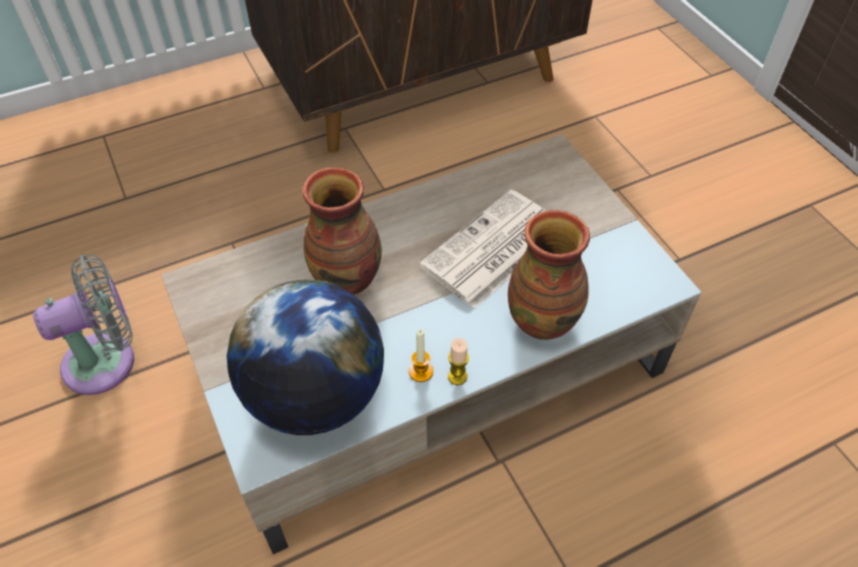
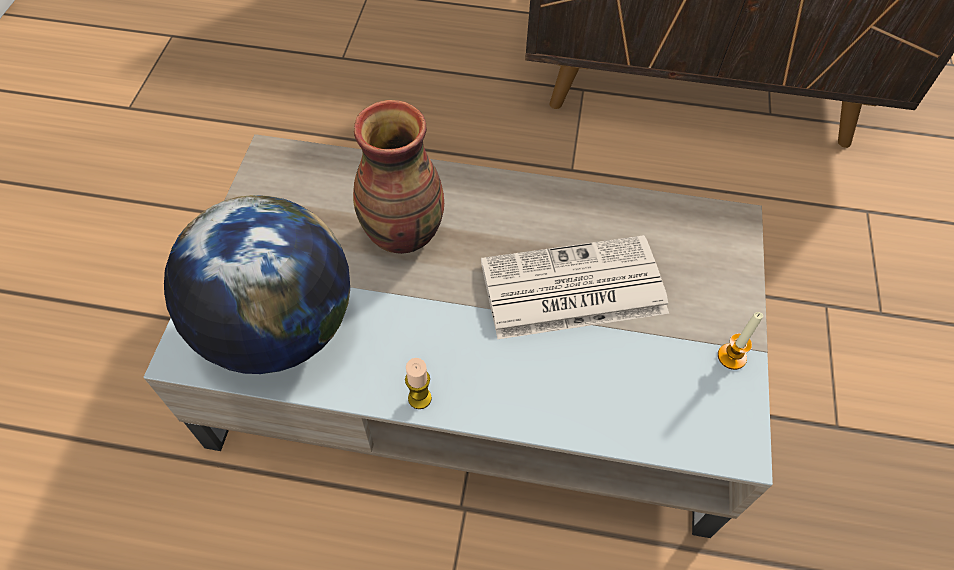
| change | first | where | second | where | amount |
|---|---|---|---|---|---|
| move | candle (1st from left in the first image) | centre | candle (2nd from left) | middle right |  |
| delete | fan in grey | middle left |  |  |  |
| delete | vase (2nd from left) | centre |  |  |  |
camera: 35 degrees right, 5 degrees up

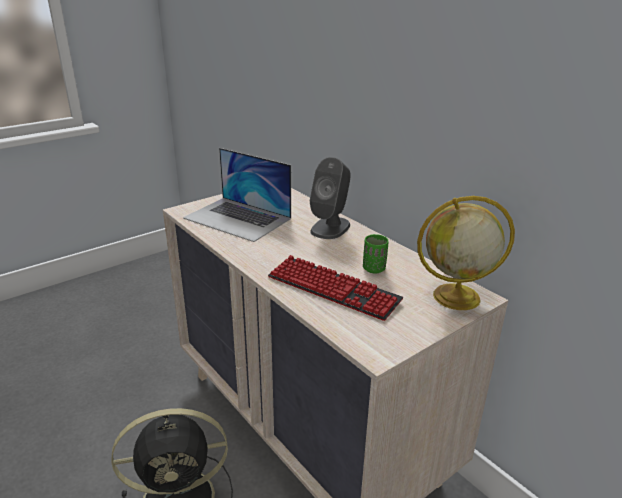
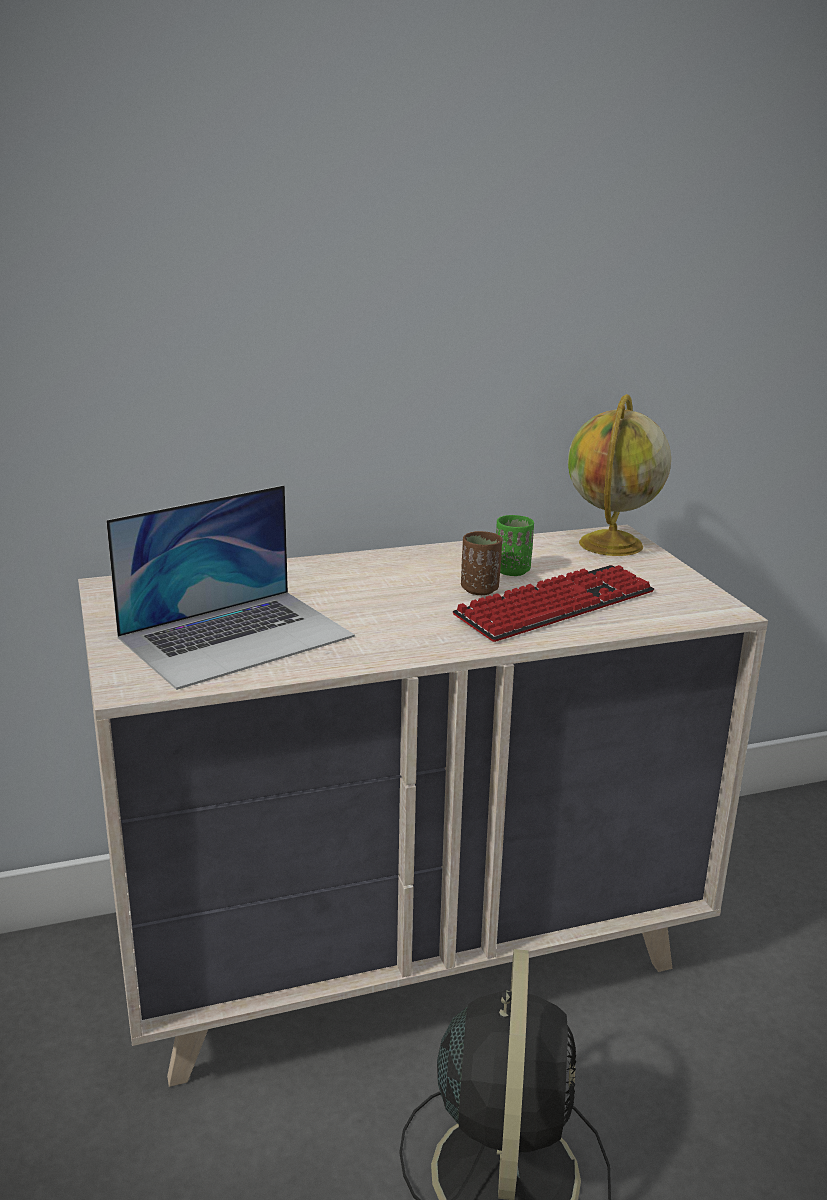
| change | first | where | second | where | amount |
|---|---|---|---|---|---|
| insert |  |  | cup in brown | centre |  |
| delete | speaker in grey | centre |  |  |  |
camera: 70 degrees left, 5 degrees down

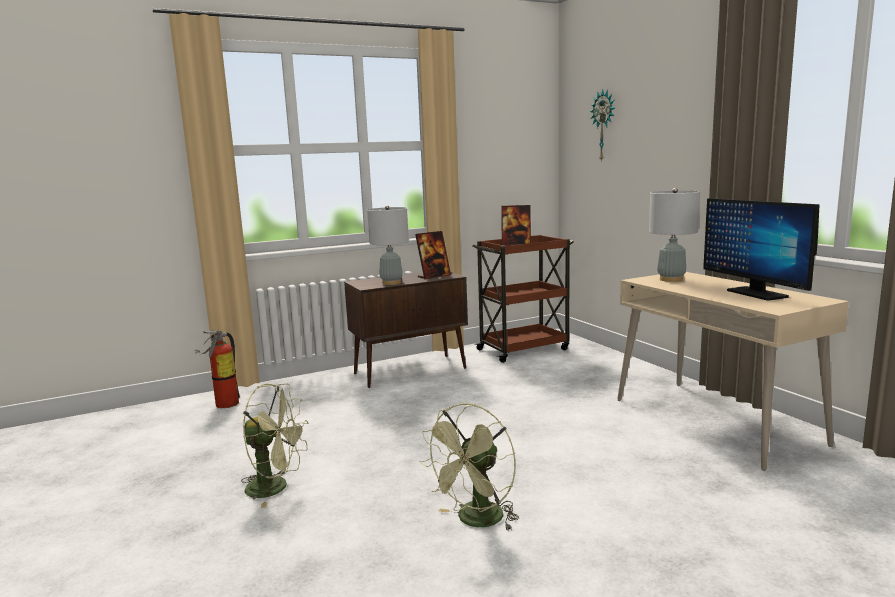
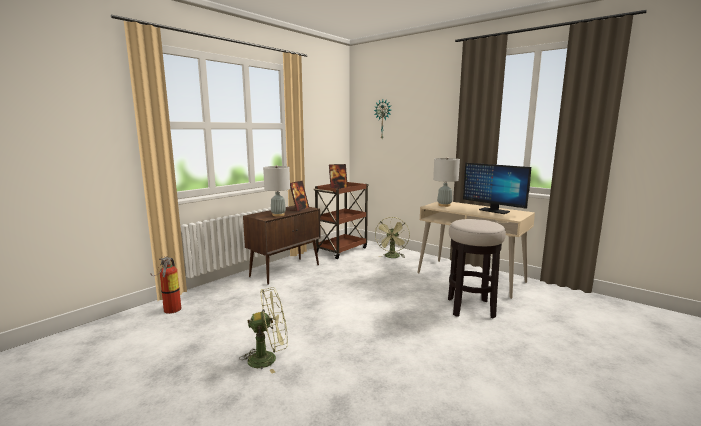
| change | first | where | second | where | amount |
|---|---|---|---|---|---|
| move | fan in green (2nd from left) | bottom centre |  | centre |  |
| insert |  |  | stool | middle right |  |
camera: 25 degrees left, 0 degrees up

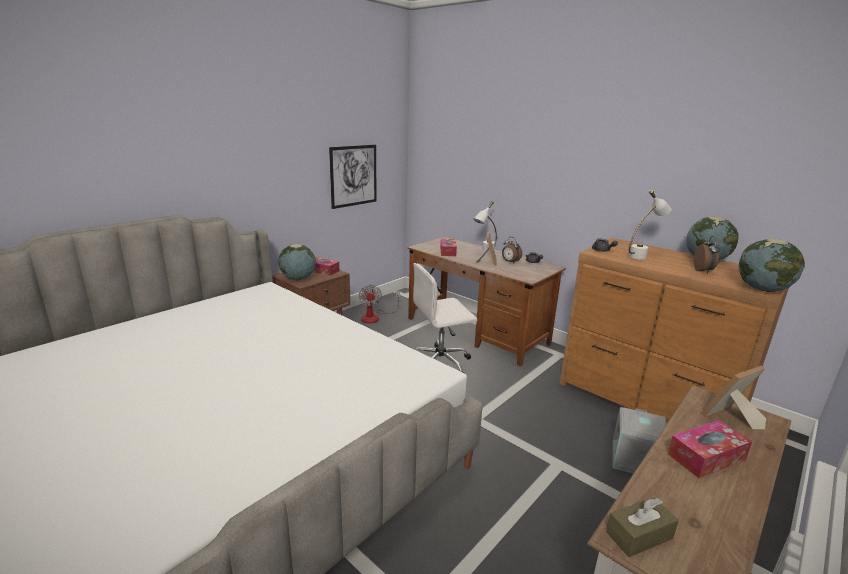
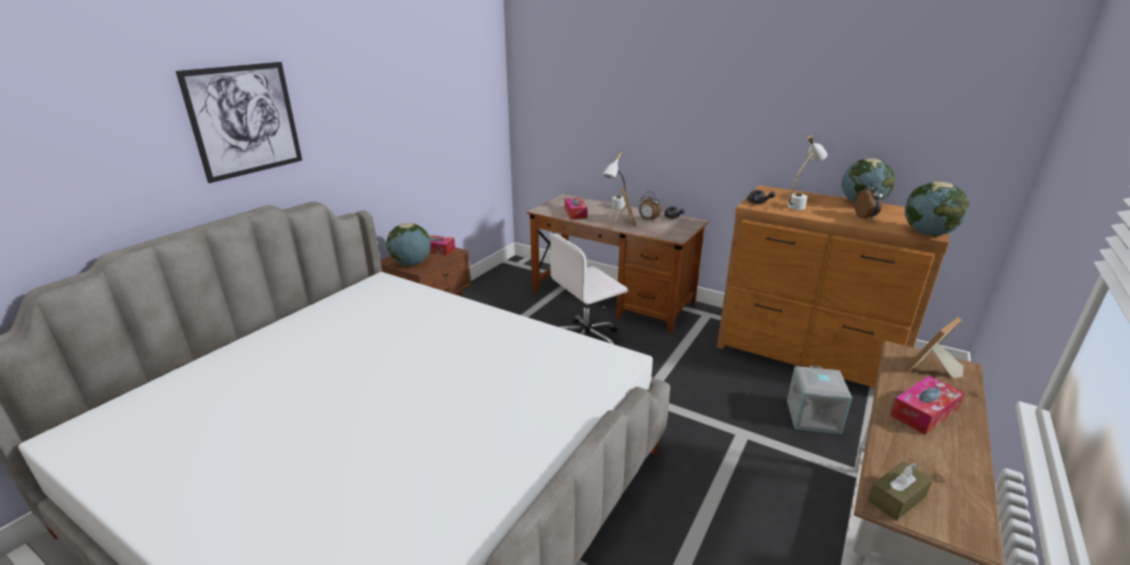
| change | first | where | second | where | amount |
|---|---|---|---|---|---|
| move | picture | top centre |  | top left |  |
| delete | fan | centre |  |  |  |
camera: 10 degrees left, 5 degrees up

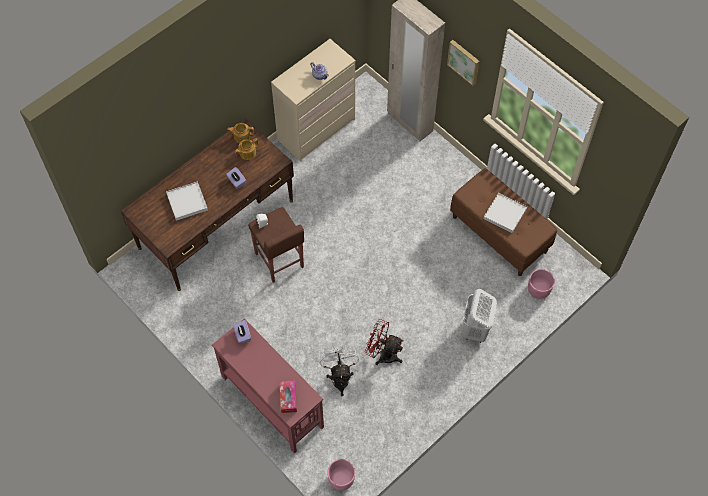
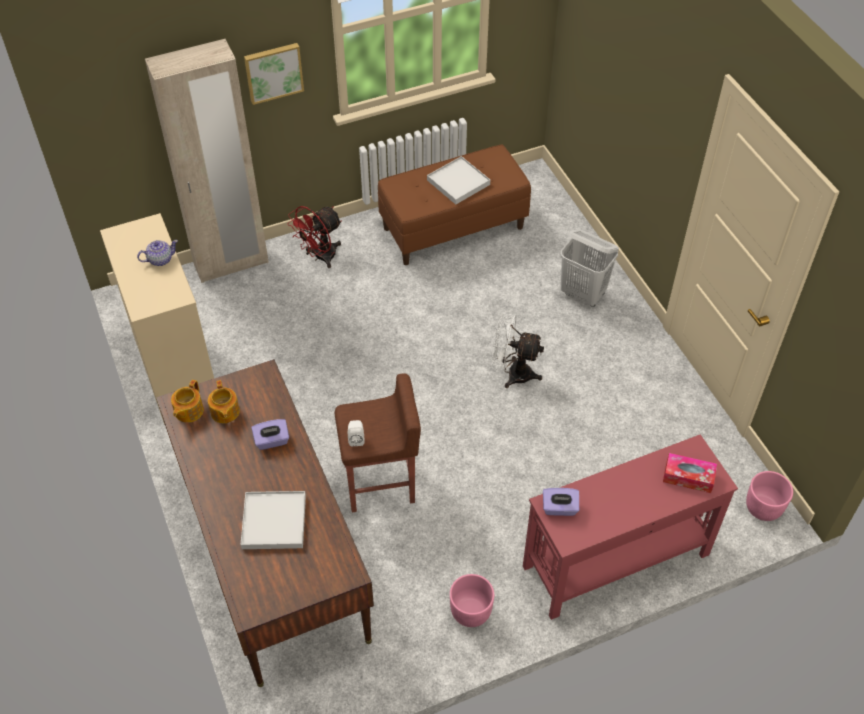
| change | first | where | second | where | amount |
|---|---|---|---|---|---|
| move | fan in red | bottom centre |  | top centre |  |
| move | planter in pink (2nd from left in the first image) | middle right | planter in pink (1st from left) | bottom centre |  |
| move | fan in white | bottom centre |  | centre |  |
camera: 70 degrees left, 10 degrees down

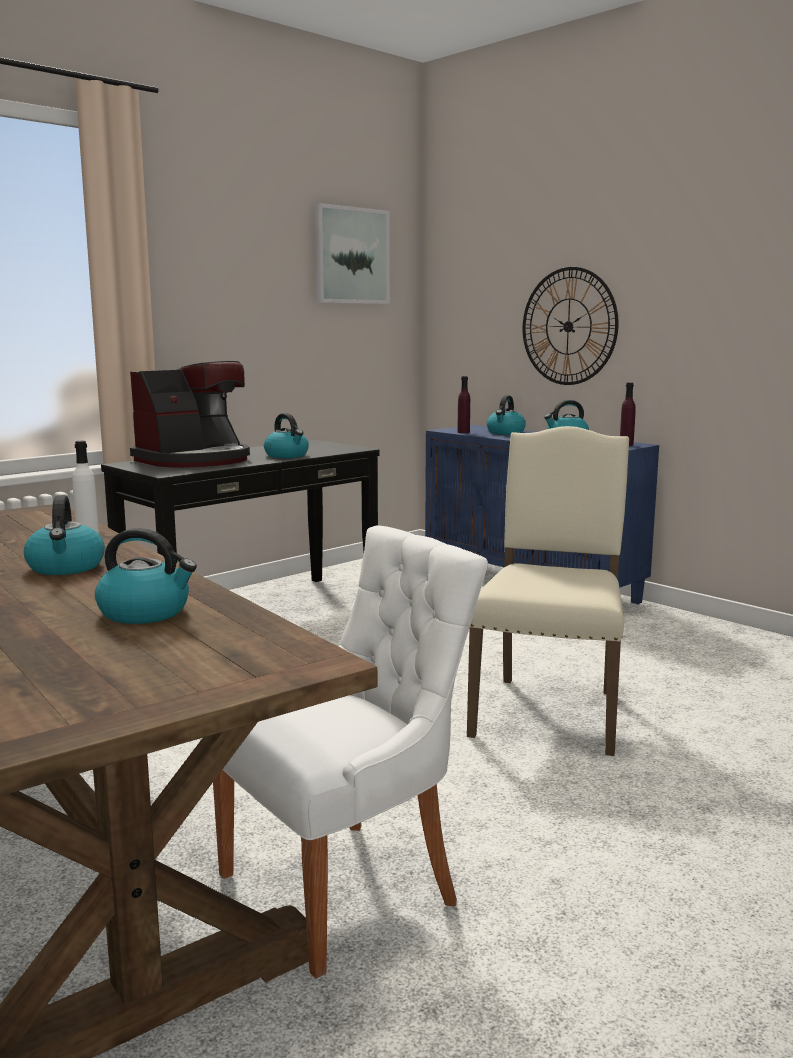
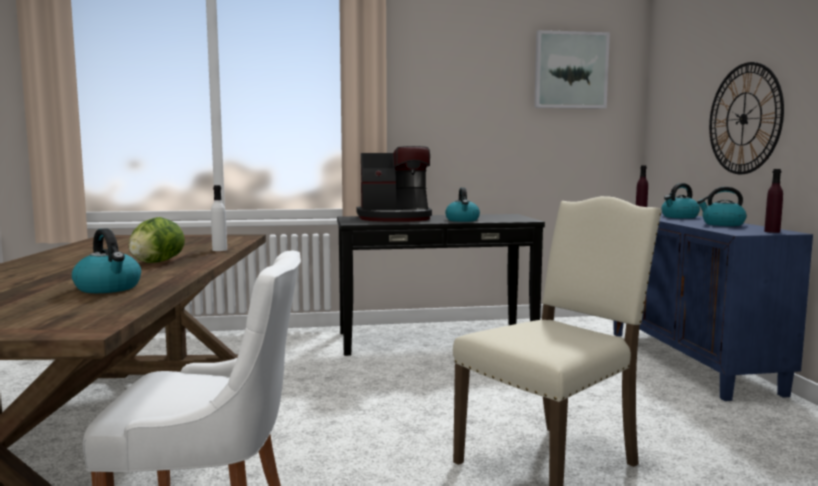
| change | first | where | second | where | amount |
|---|---|---|---|---|---|
| replace | kettle (1st from left) | middle left | lettuce | middle left |  |
camera: 35 degrees right, 5 degrees down

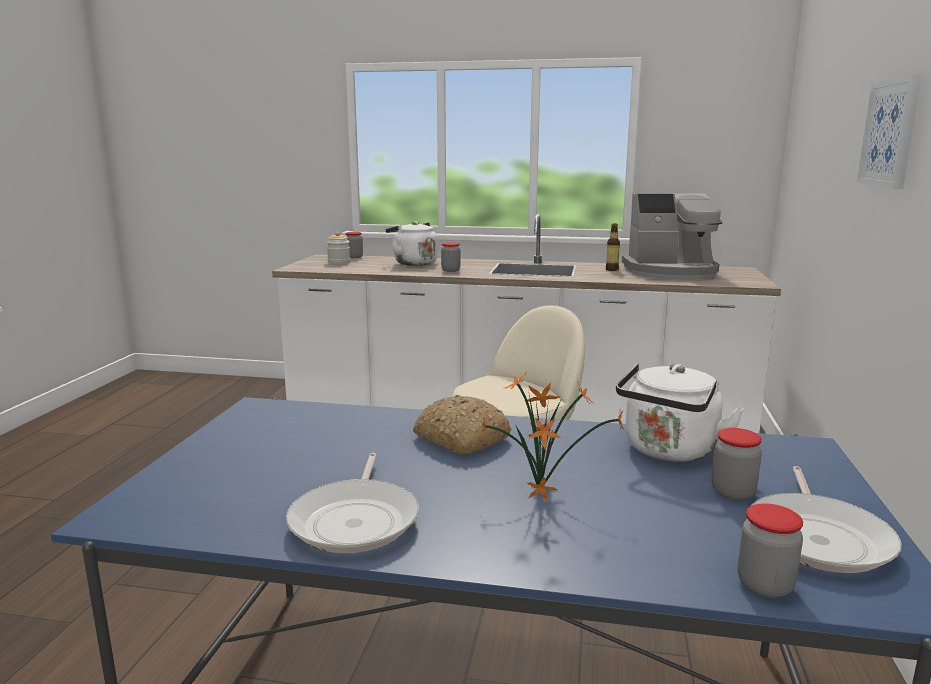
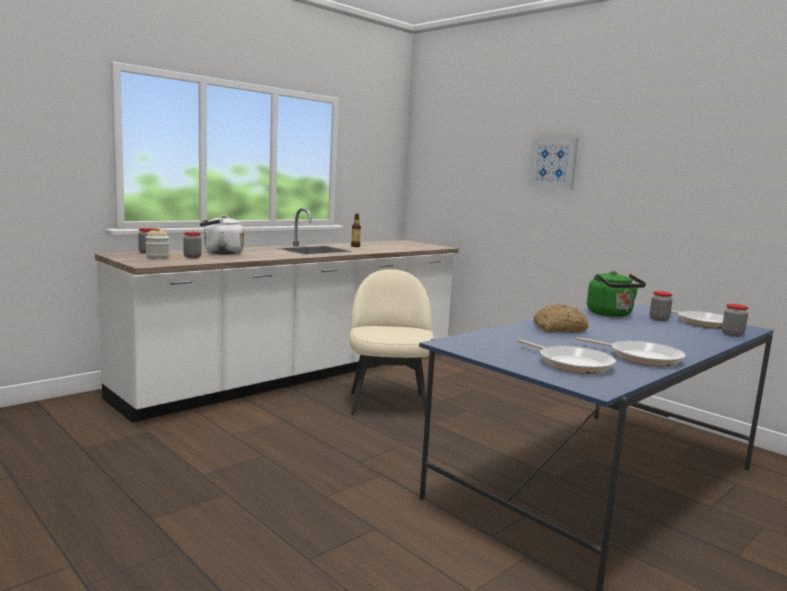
| change | first | where | second | where | amount |
|---|---|---|---|---|---|
| move | jar (3rd from left) | centre |  | middle left |  |
| insert |  |  | frying pan (1st from left) | middle right |  |
| recolor | kettle in white (2nd from left) | middle right | kettle in green | middle right |  |
| delete | potted plant | centre |  |  |  |
| delete | coffee machine | middle right |  |  |  |
camera: 55 degrees left, 5 degrees down

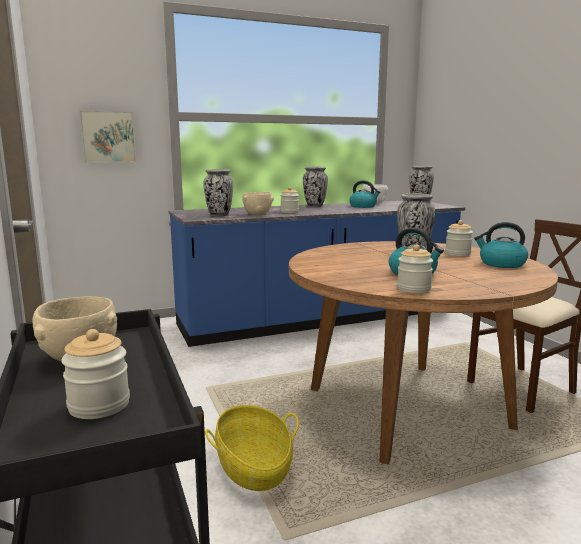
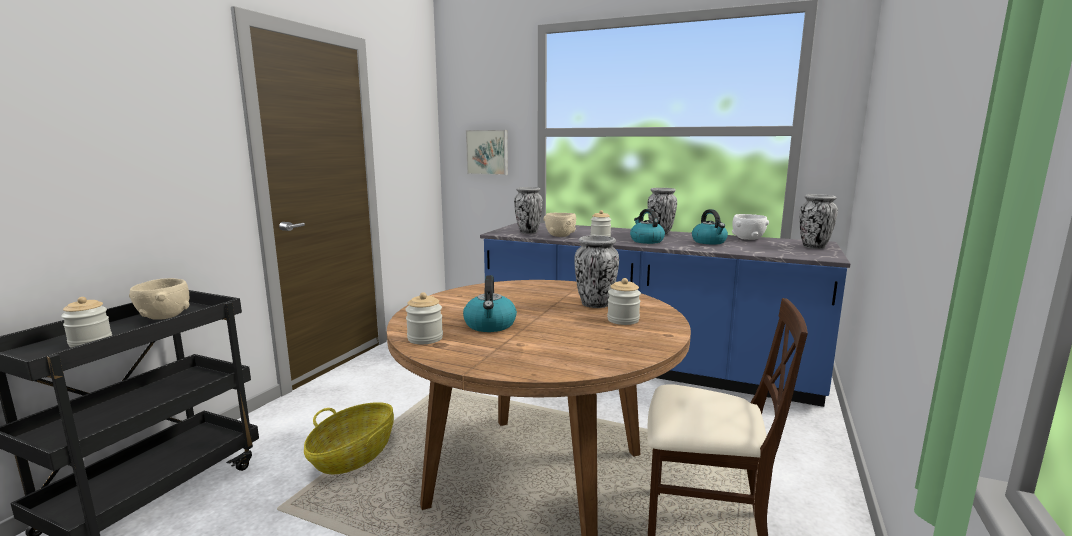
| change | first | where | second | where | amount |
|---|---|---|---|---|---|
| move | kettle (3rd from left in the first image) | middle right | kettle (2nd from left) | centre |  |
camera: 45 degrees right, 0 degrees up

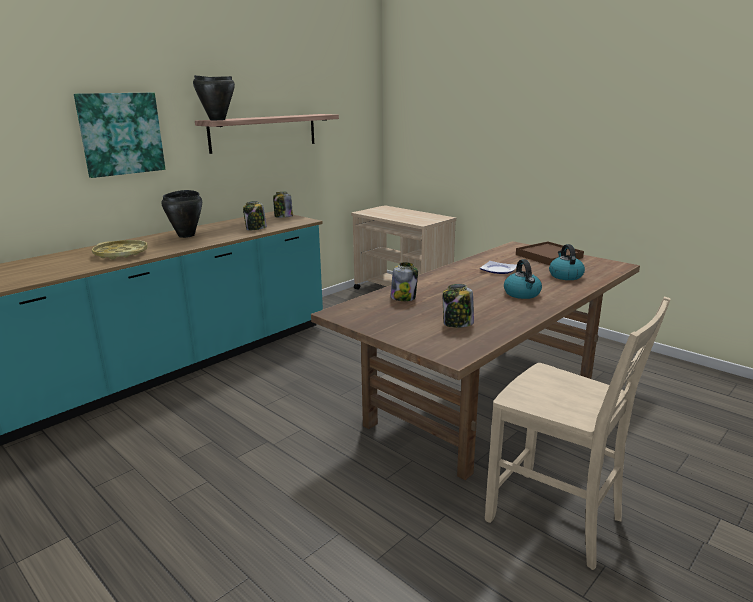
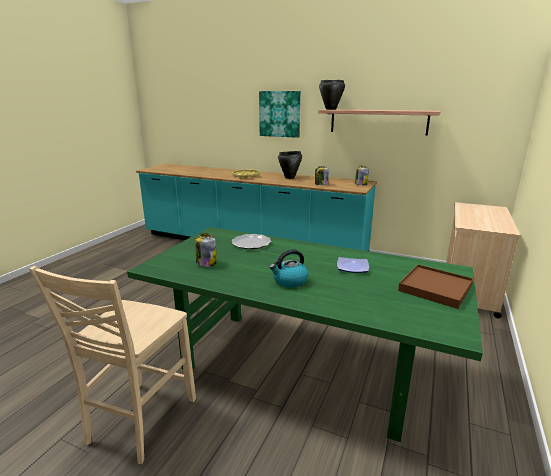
| change | first | where | second | where | amount |
|---|---|---|---|---|---|
| recolor | dining table in brown | centre | dining table in green | bottom centre |  |
| replace | jar (3rd from left) | centre | plate (1st from left) | centre |  |
| delete | kettle (2nd from left) | middle right |  |  |  |
camera: 70 degrees right, 0 degrees up

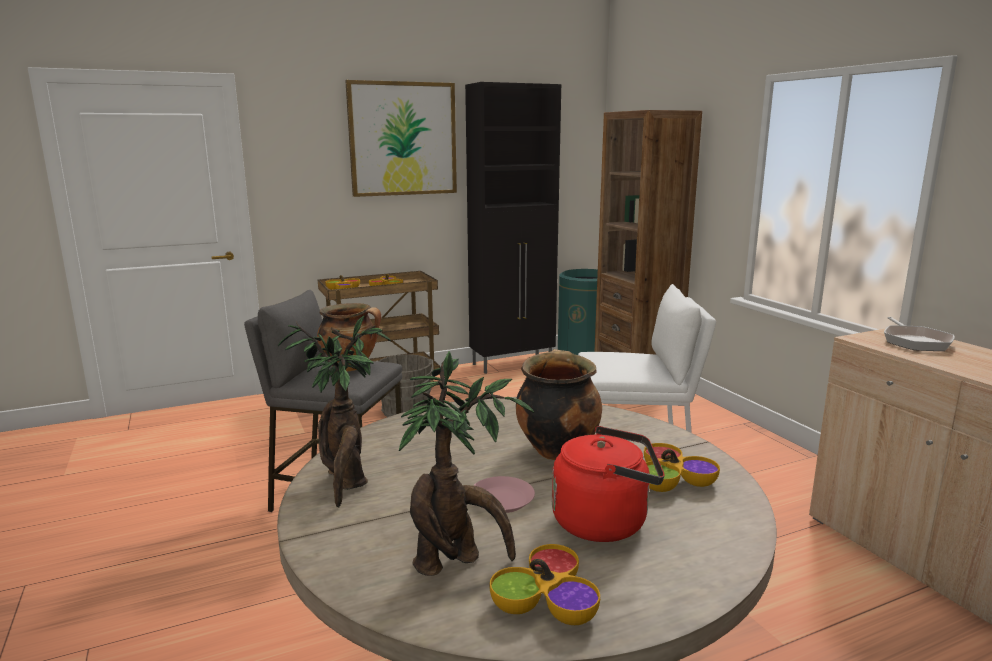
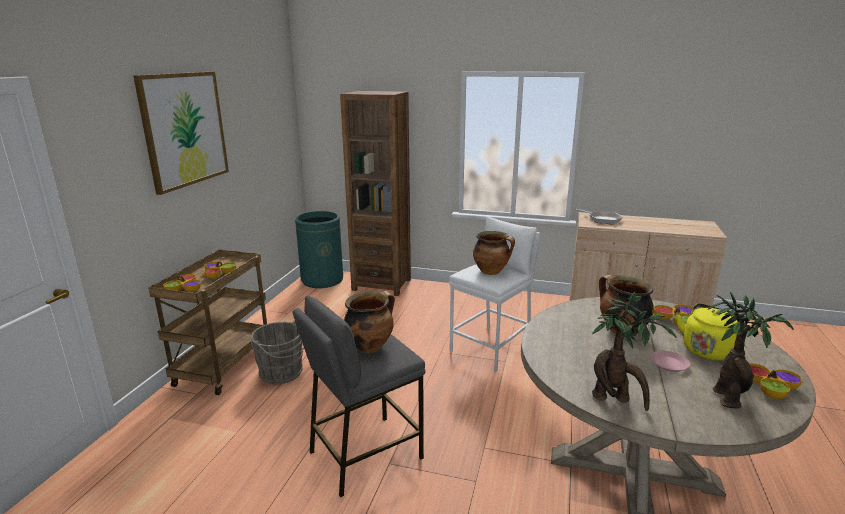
| change | first | where | second | where | amount |
|---|---|---|---|---|---|
| insert |  |  | cooking pot (2nd from left) | centre |  |
| recolor | kettle in red | bottom centre | kettle in yellow | middle right |  |
| delete | cabinet in black | centre |  |  |  |
camera: 50 degrees left, 5 degrees up

